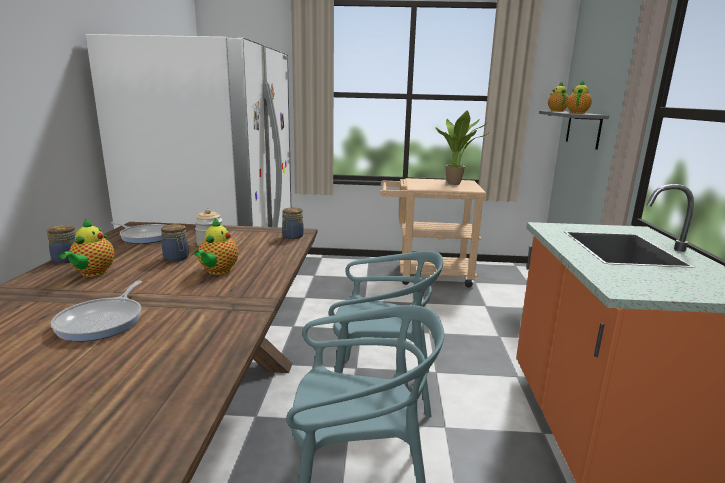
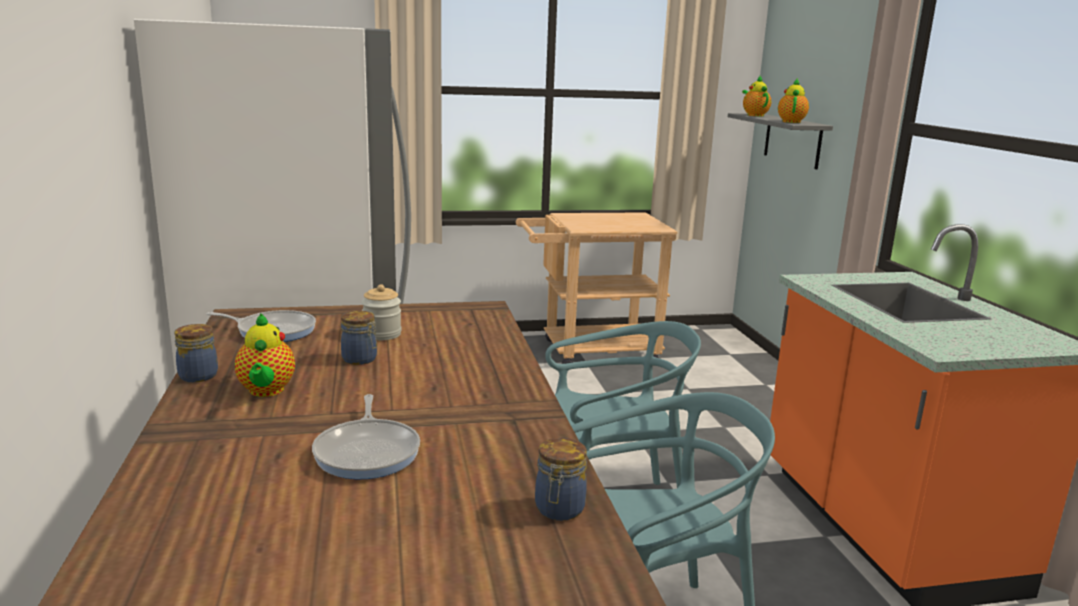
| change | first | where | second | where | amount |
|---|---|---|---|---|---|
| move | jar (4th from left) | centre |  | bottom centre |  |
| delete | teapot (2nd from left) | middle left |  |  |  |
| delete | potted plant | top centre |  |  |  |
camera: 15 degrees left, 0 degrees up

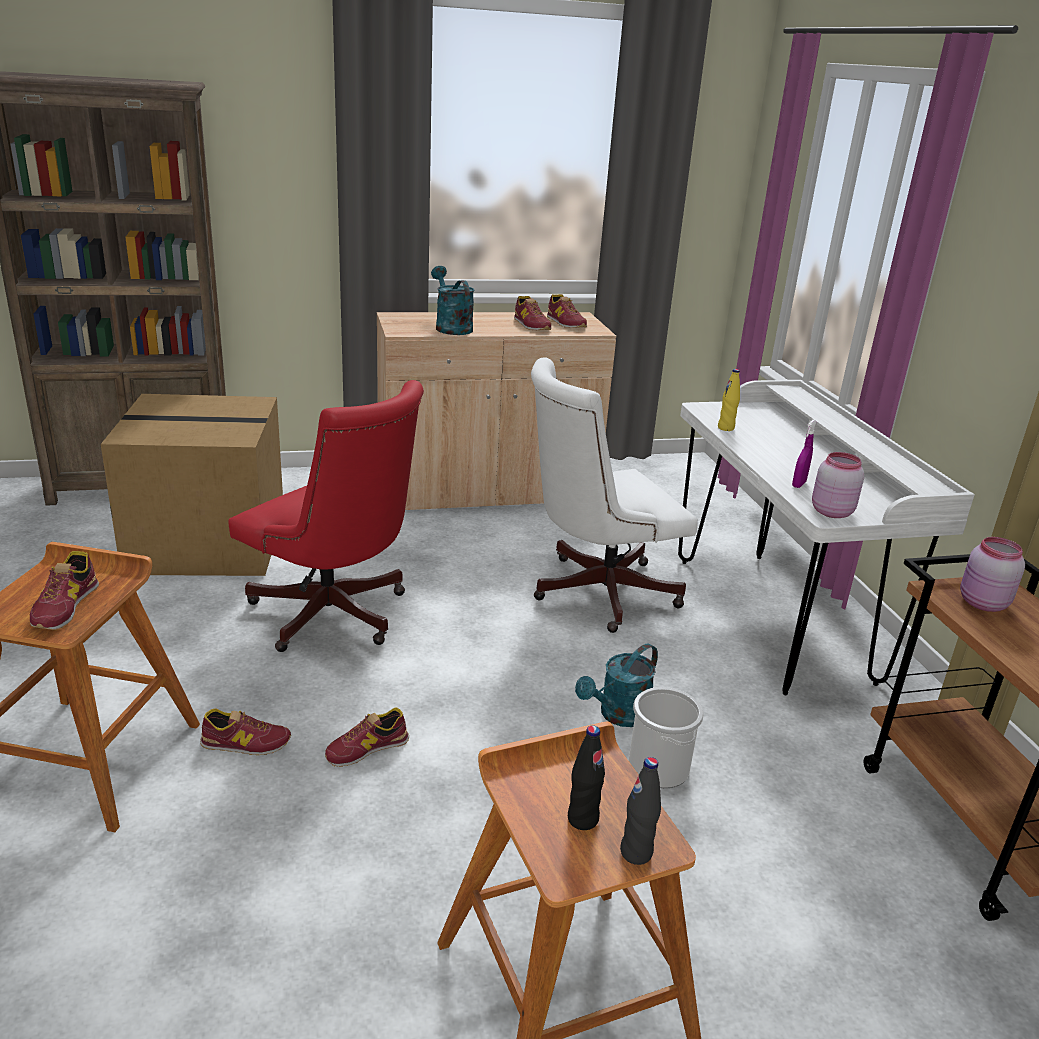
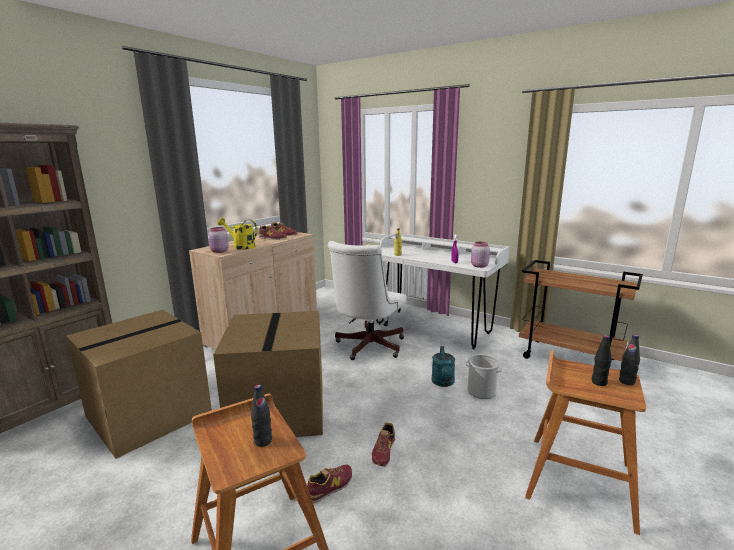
| change | first | where | second | where | amount |
|---|---|---|---|---|---|
| move | jar in pink (2nd from left in the first image) | middle right | jar in pink (1st from left) | middle left |  |
| replace | office chair in red | middle left | cardboard box (2nd from left) | bottom centre |  |
| recolor | watering can in turquoise (1st from left) | top centre | watering can in yellow | middle left |  |
| replace | shoe (1st from left) | middle left | bottle in black (1st from left) | bottom centre |  |
camera: 40 degrees left, 10 degrees down

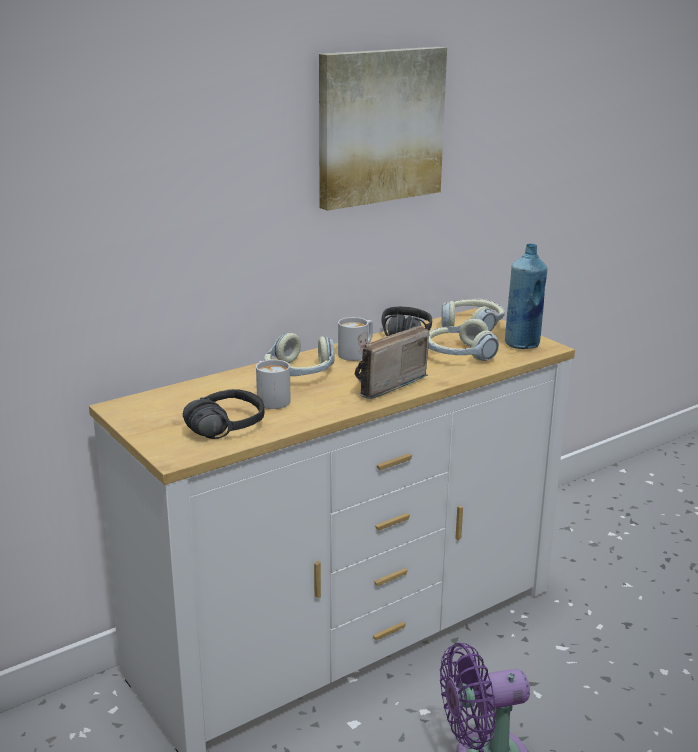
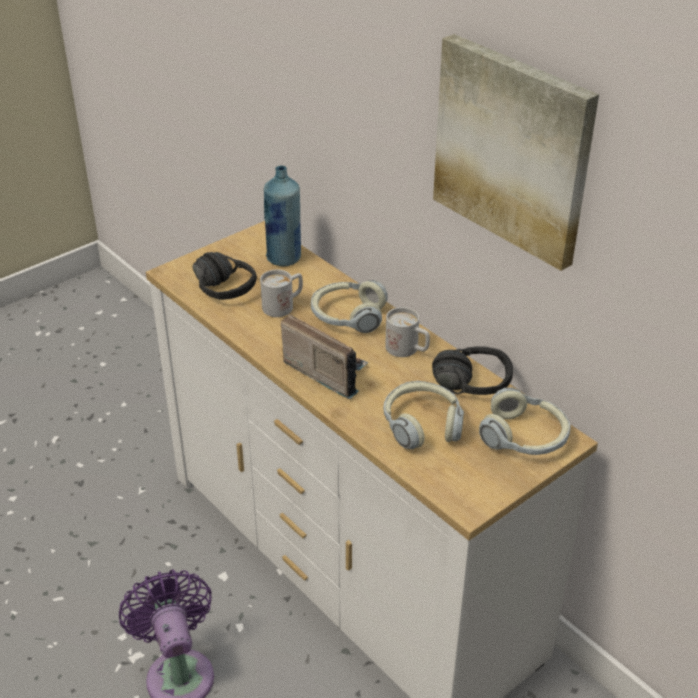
| change | first | where | second | where | amount |
|---|---|---|---|---|---|
| move | bottle in blue | middle right |  | top centre |  |
camera: 85 degrees right, 15 degrees up

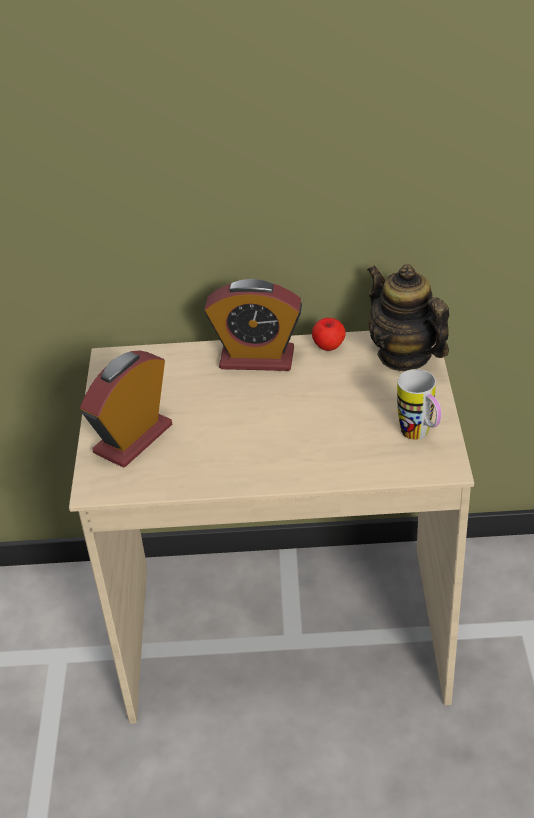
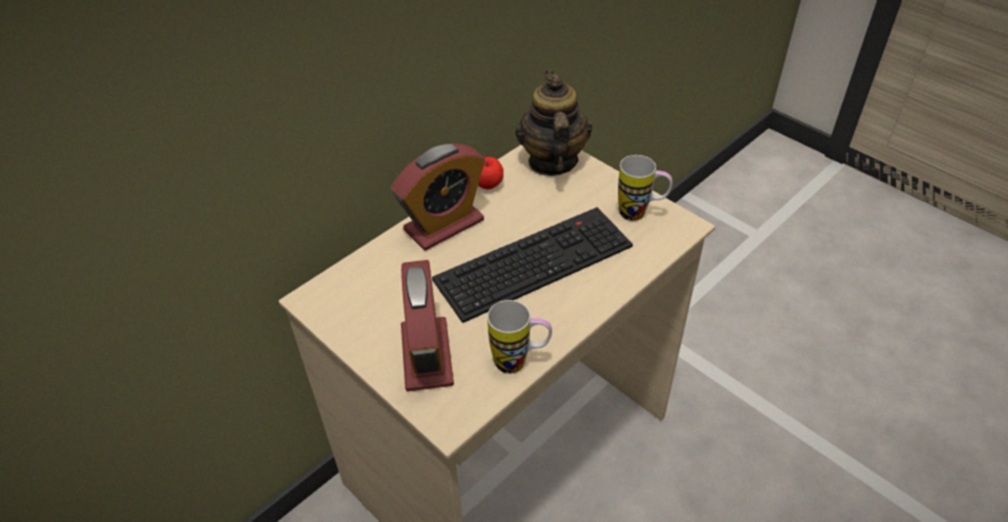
| change | first | where | second | where | amount |
|---|---|---|---|---|---|
| insert |  |  | keyboard | centre |  |
| insert |  |  | mug (1st from left) | centre |  |
| rotate | teapot | middle right |  | top centre | 75 degrees clockwise |
camera: 45 degrees left, 5 degrees up

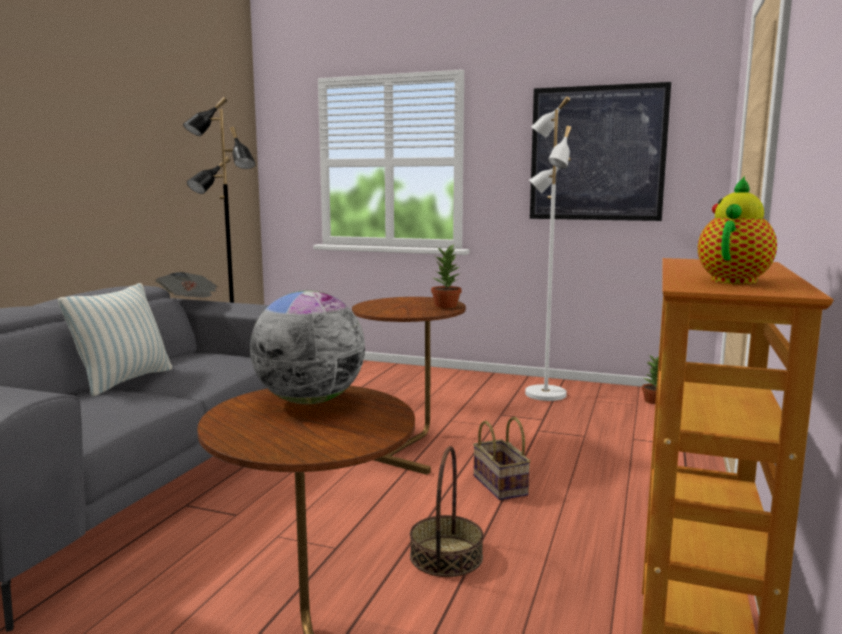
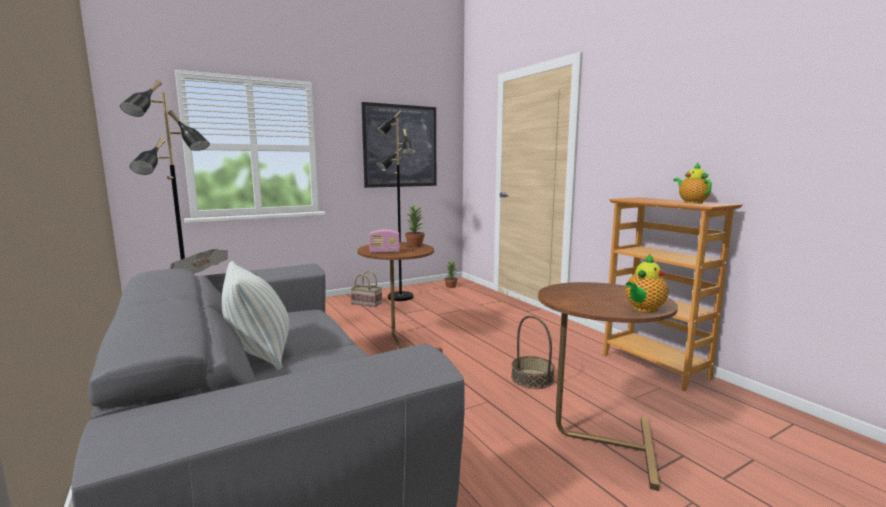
| change | first | where | second | where | amount |
|---|---|---|---|---|---|
| move | basket (2nd from left in the first image) | bottom centre | basket (1st from left) | centre |  |
| insert |  |  | radio | centre |  |
| recolor | floor lamp in white | centre | floor lamp in black (2nd from left) | centre |  |
| insert |  |  | teapot (1st from left) | middle right |  |
| delete | globe | centre |  |  |  |
camera: 50 degrees left, 0 degrees up

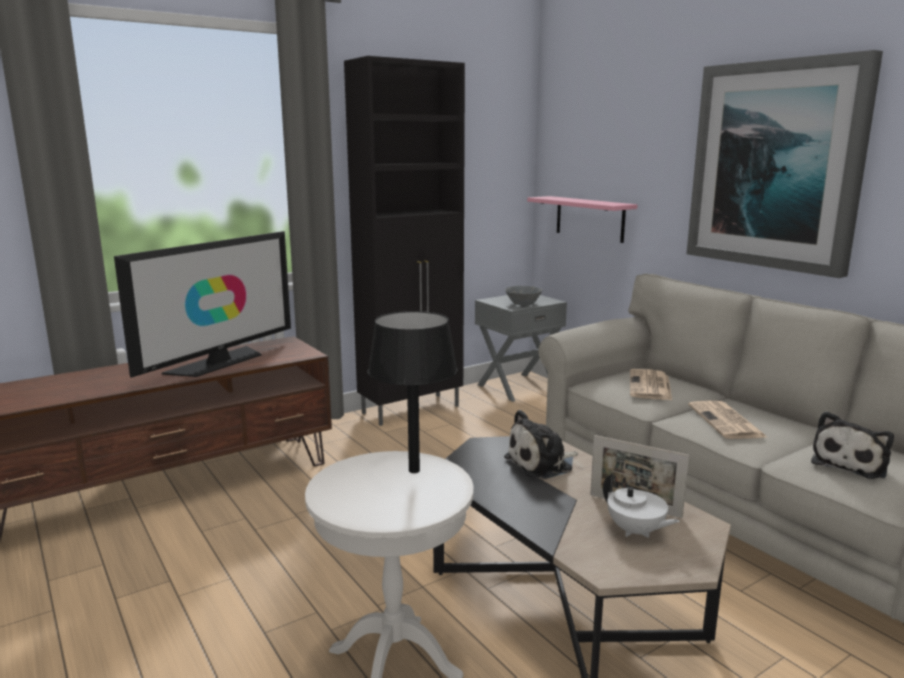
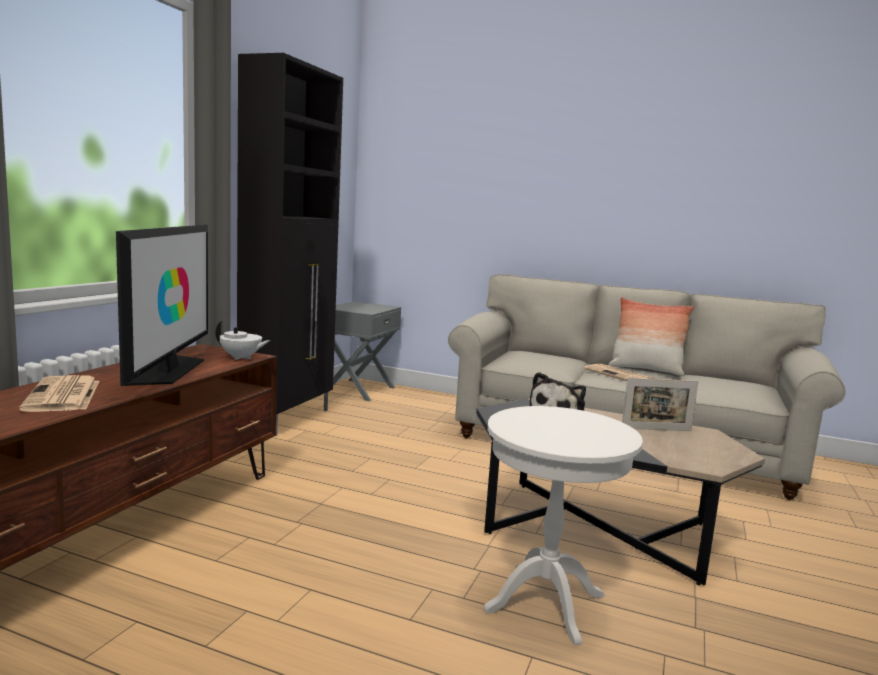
| change | first | where | second | where | amount |
|---|---|---|---|---|---|
| move | newspaper (1st from left) | middle right |  | middle left |  |
| move | teapot in white | bottom right |  | middle left |  |
| insert |  |  | pillow | middle right |  |
| delete | table lamp in black | centre |  |  |  |
| delete | bowl in grey | centre |  |  |  |
| delete | shelf in pink | top centre |  |  |  |
| delete | picture | top right |  |  |  |
| delete | plush toy (2nd from left) | middle right |  |  |  |
camera: 35 degrees left, 5 degrees down

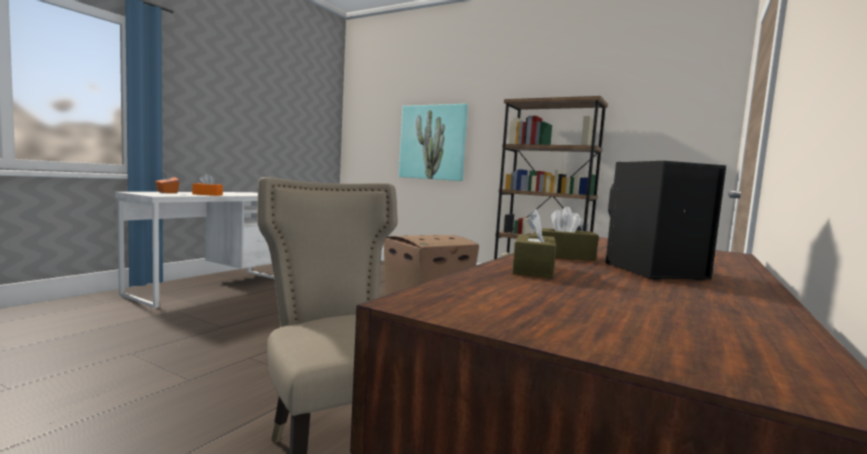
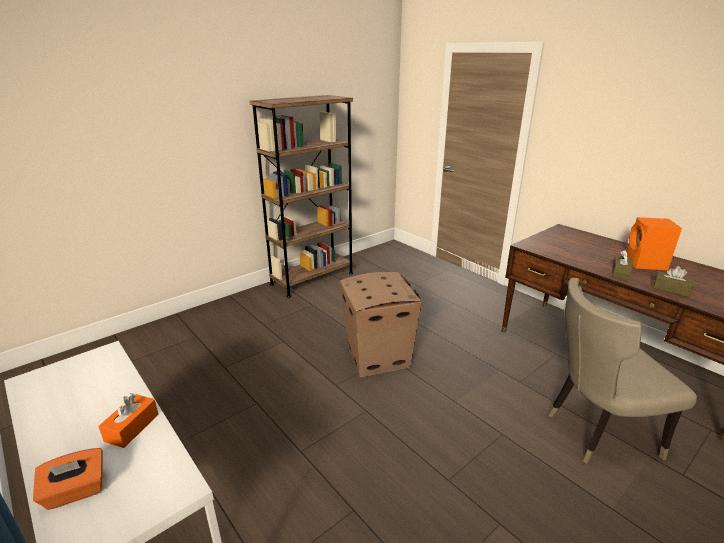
| change | first | where | second | where | amount |
|---|---|---|---|---|---|
| recolor | speaker in black | middle right | speaker in orange | middle right |  |
| delete | picture | top centre |  |  |  |
camera: 70 degrees left, 20 degrees up

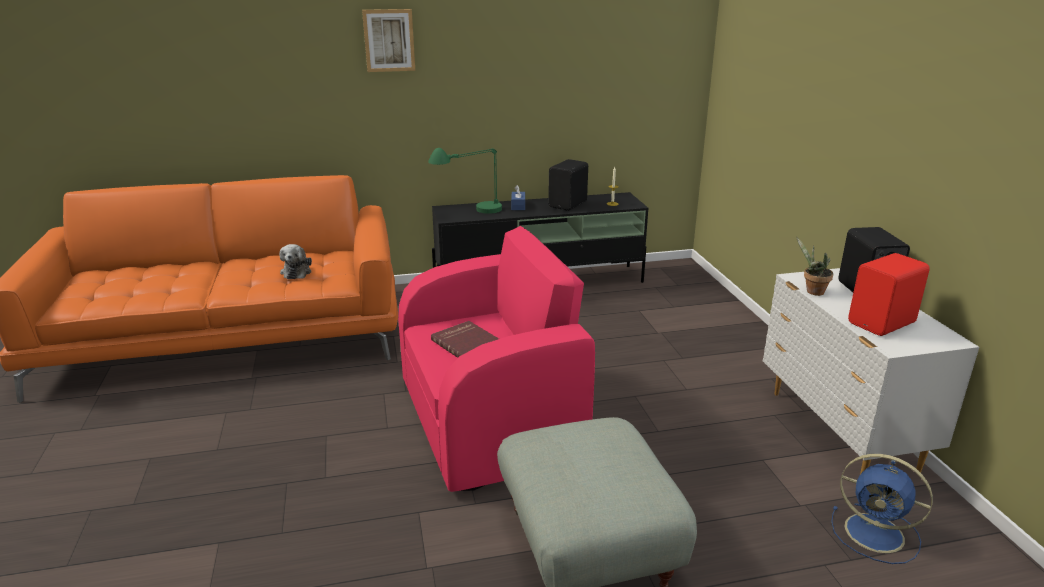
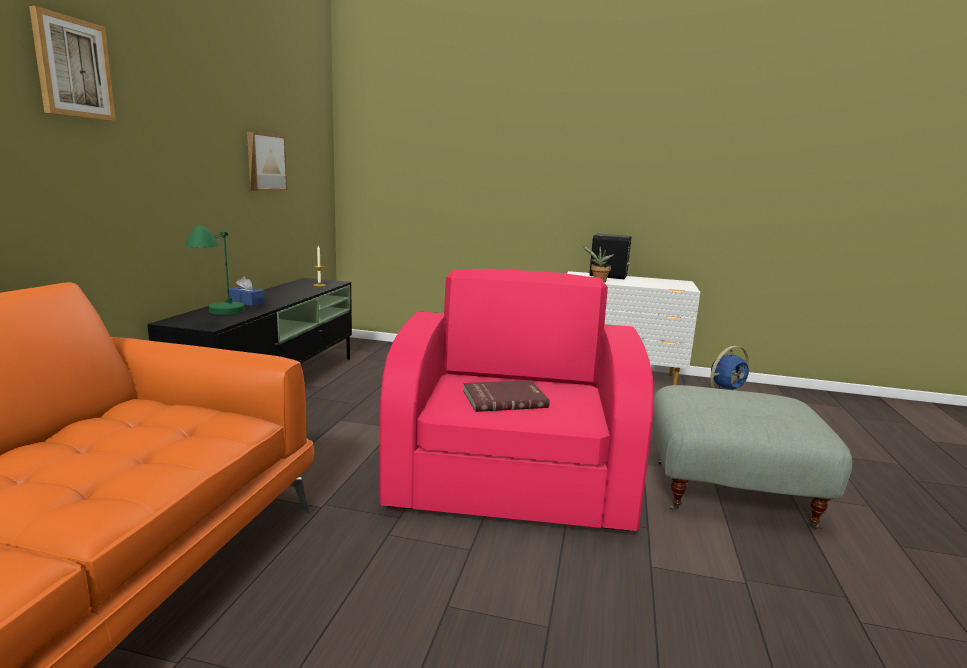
| change | first | where | second | where | amount |
|---|---|---|---|---|---|
| insert |  |  | picture (2nd from left) | top left |  |
| delete | plush toy | middle left |  |  |  |
| delete | speaker in black (1st from left) | top centre |  |  |  |
| delete | speaker in red | middle right |  |  |  |
camera: 65 degrees left, 10 degrees down

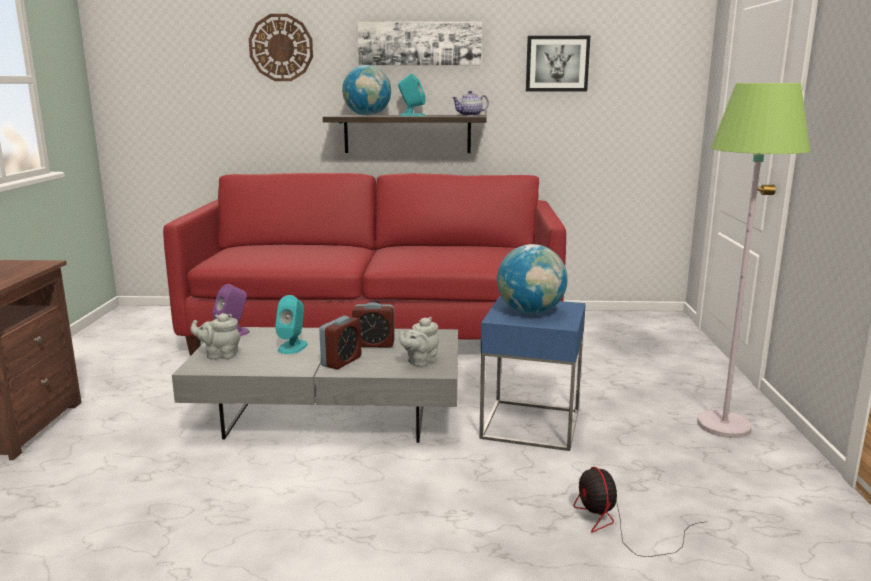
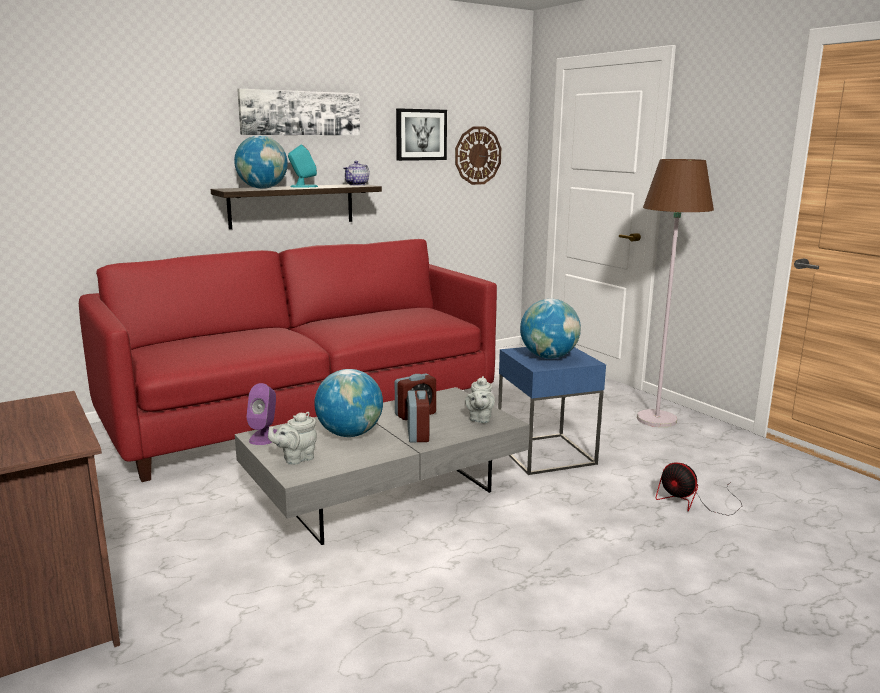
| change | first | where | second | where | amount |
|---|---|---|---|---|---|
| replace | speaker in turquoise (1st from left) | centre | globe (2nd from left) | centre |  |
| move | wall clock | top left |  | top centre |  |
| recolor | floor lamp in green | middle right | floor lamp in brown | middle right |  |
camera: 35 degrees left, 0 degrees up

